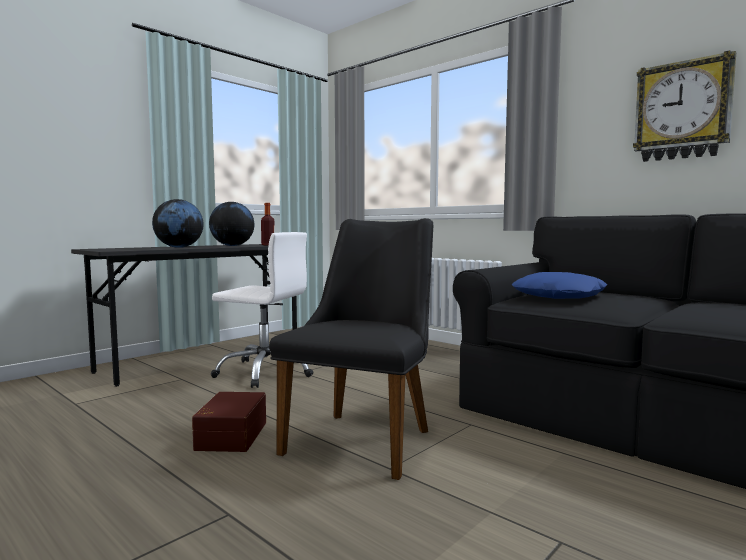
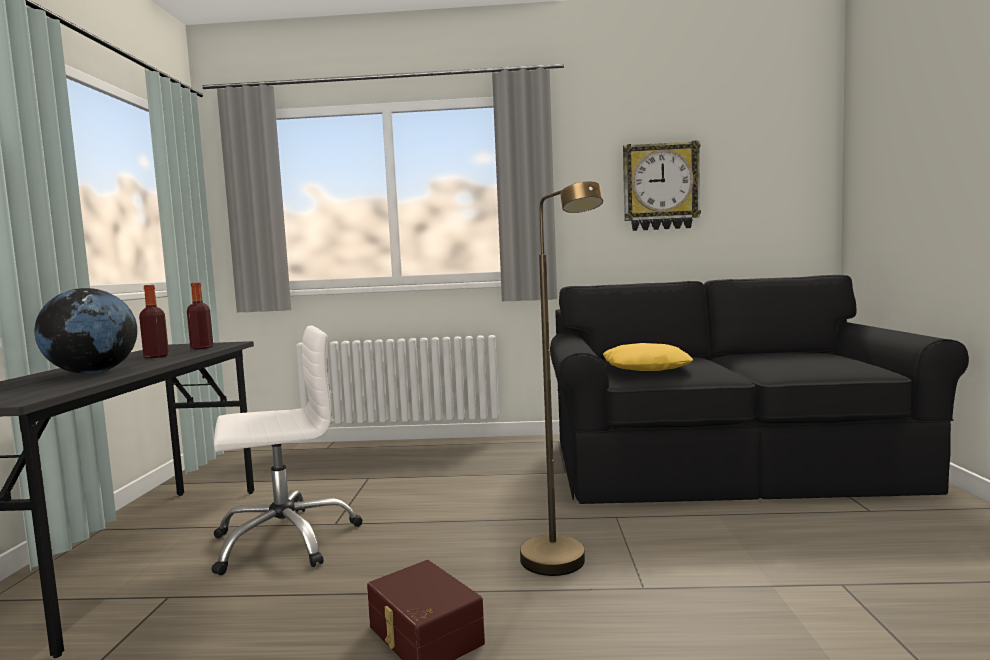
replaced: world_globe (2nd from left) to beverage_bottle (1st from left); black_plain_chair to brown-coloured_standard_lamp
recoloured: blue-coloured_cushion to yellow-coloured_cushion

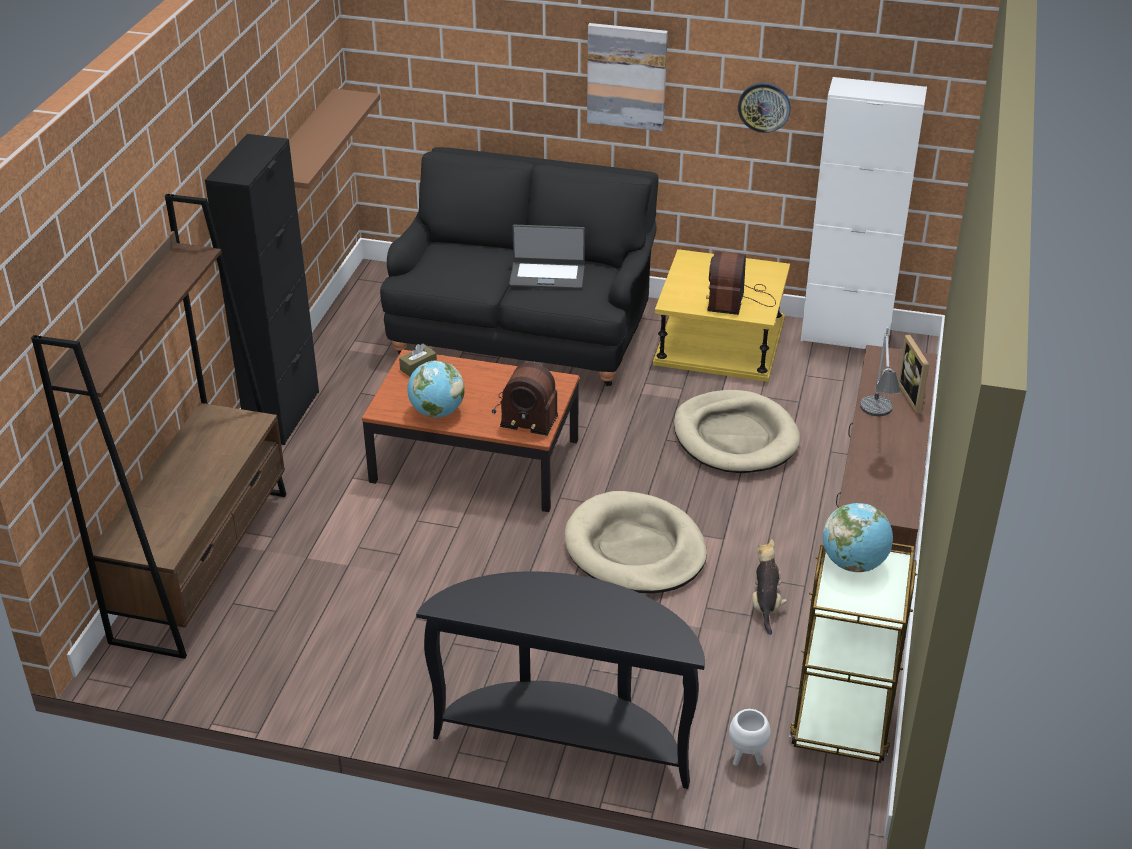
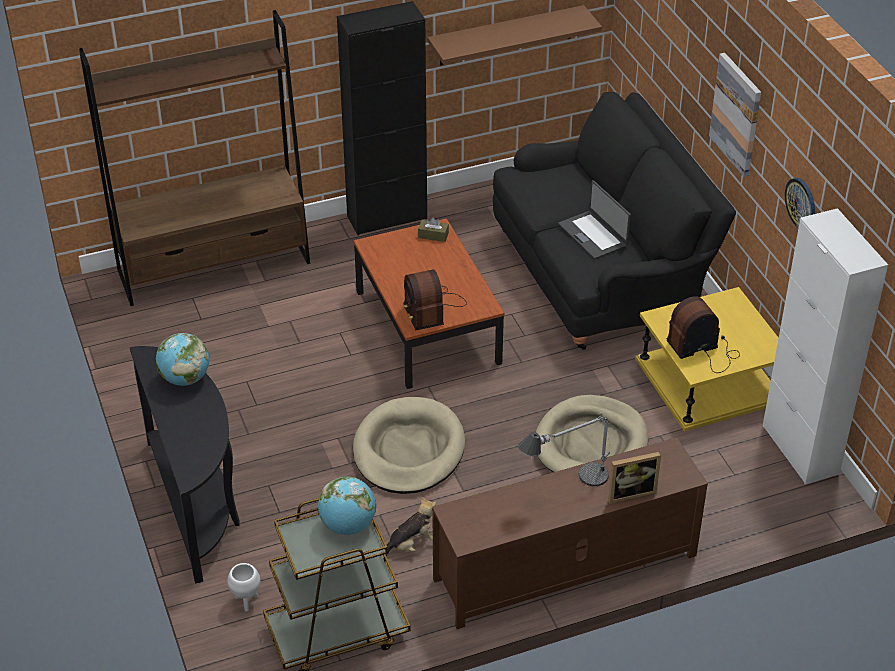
moved: world_globe (1st from left)
turned: picture_frame 150 degrees counterclockwise

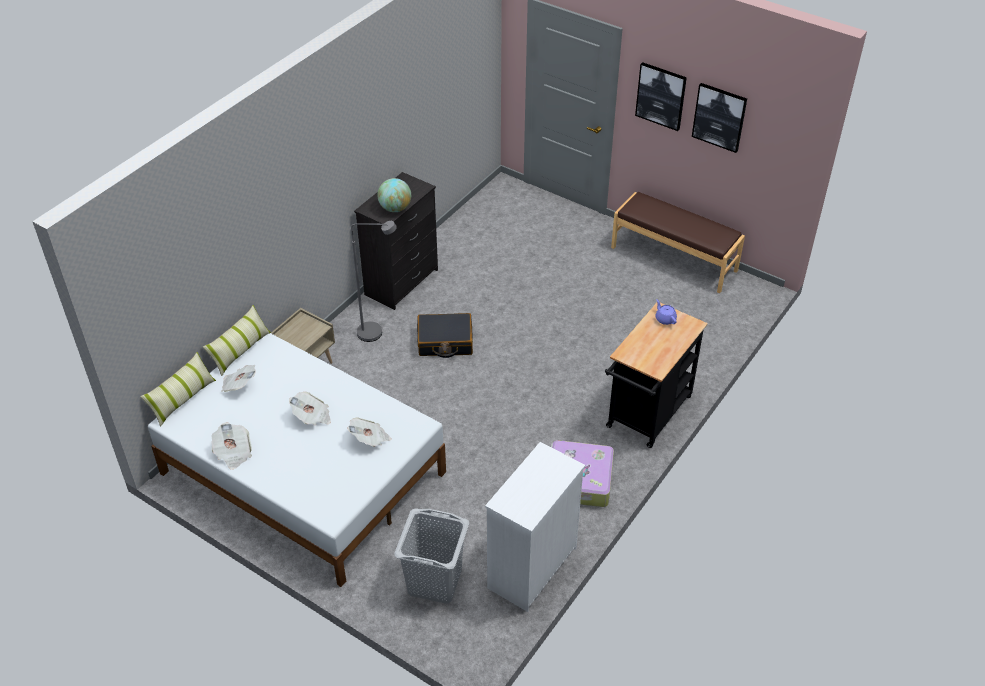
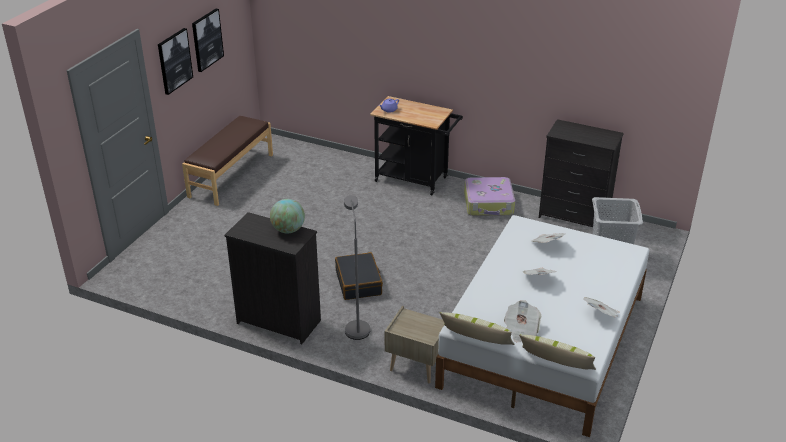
recoloured: whitish_chest_of_drawers to black_chest_of_drawers (2nd from left)

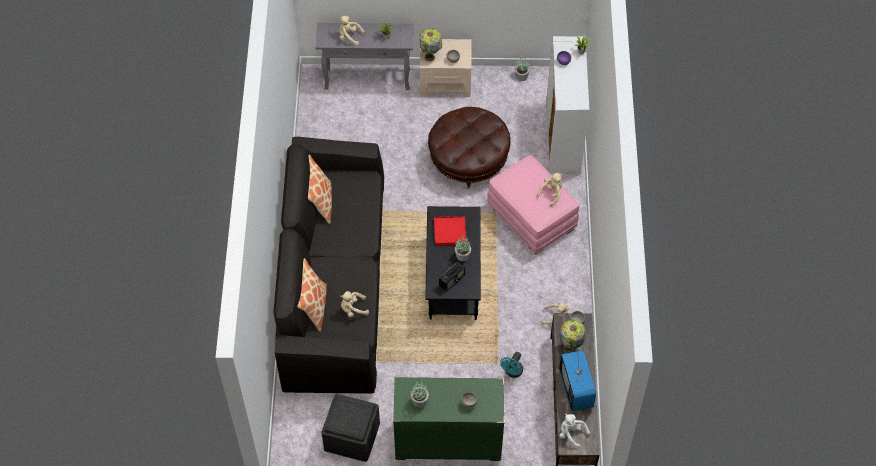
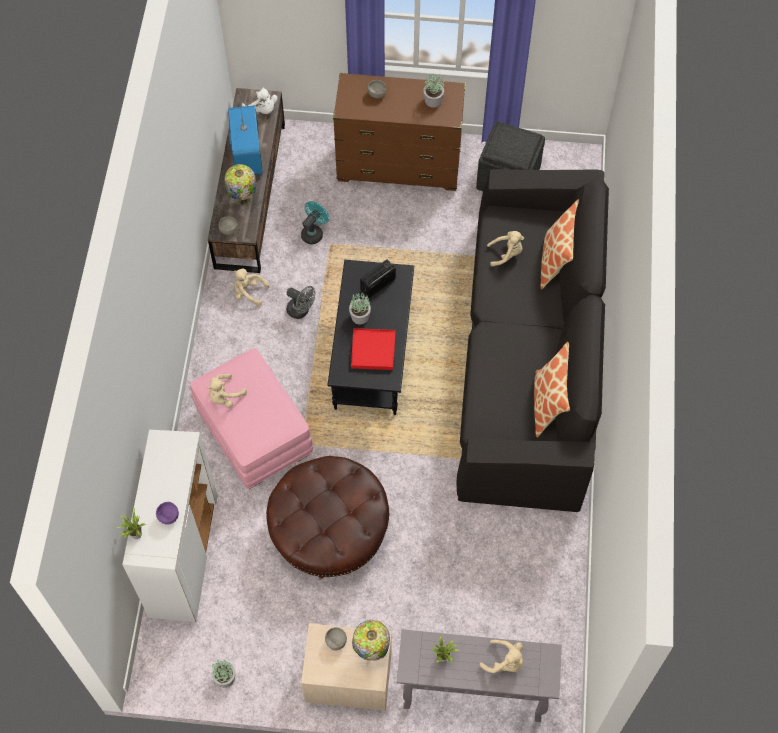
added: grey_electric_fan
recoloured: greenish_chest_of_drawers to brown-coloured_chest_of_drawers

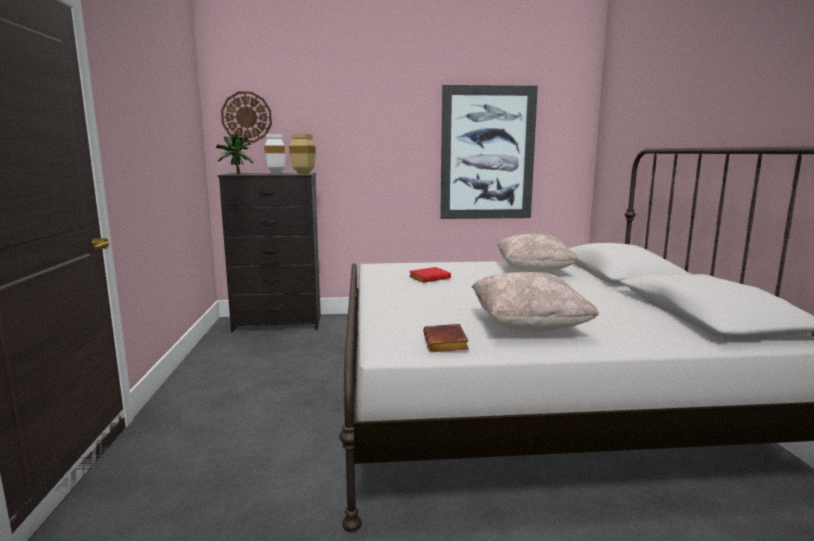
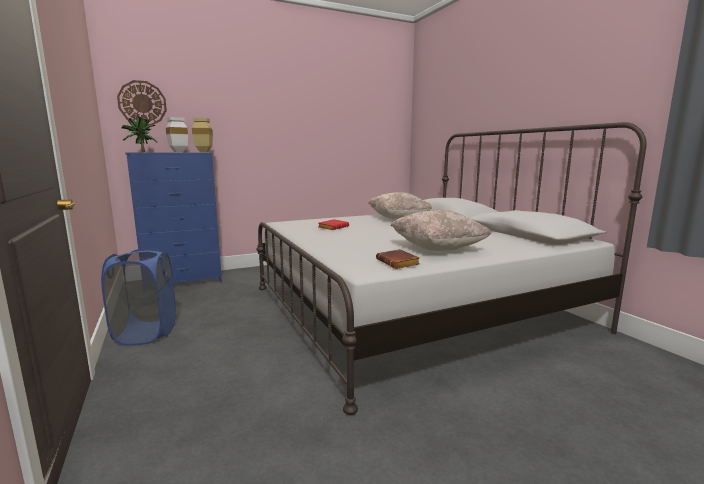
removed: wall_picture
added: blue-coloured_hamper
recoloured: black_chest_of_drawers to blue-coloured_chest_of_drawers

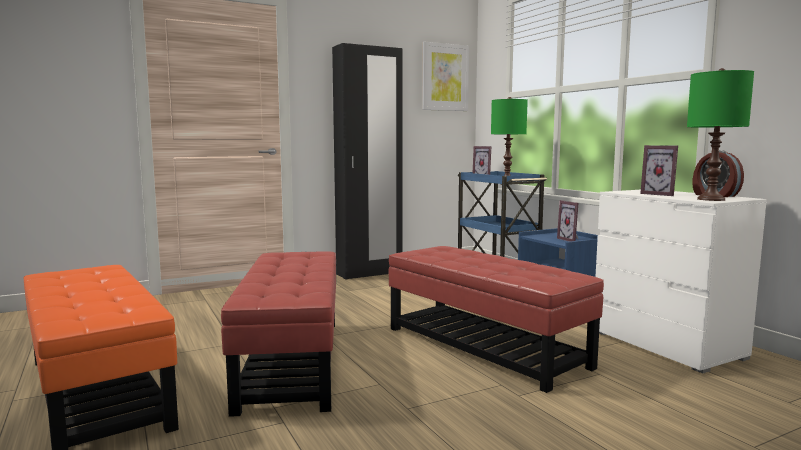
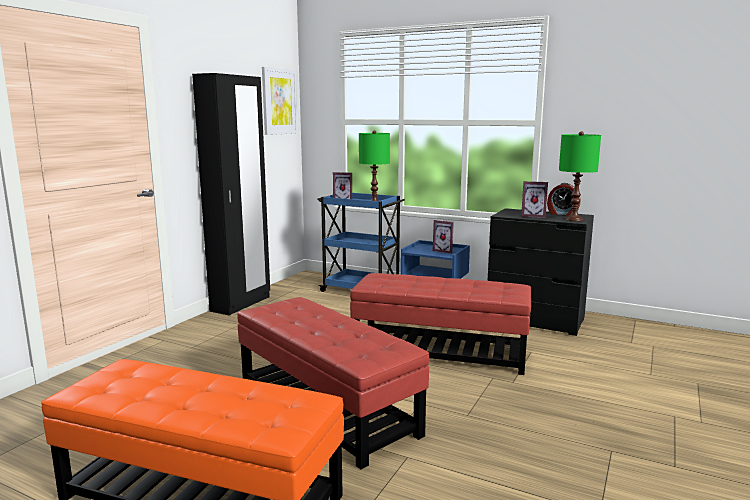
recoloured: whitish_chest_of_drawers to black_chest_of_drawers

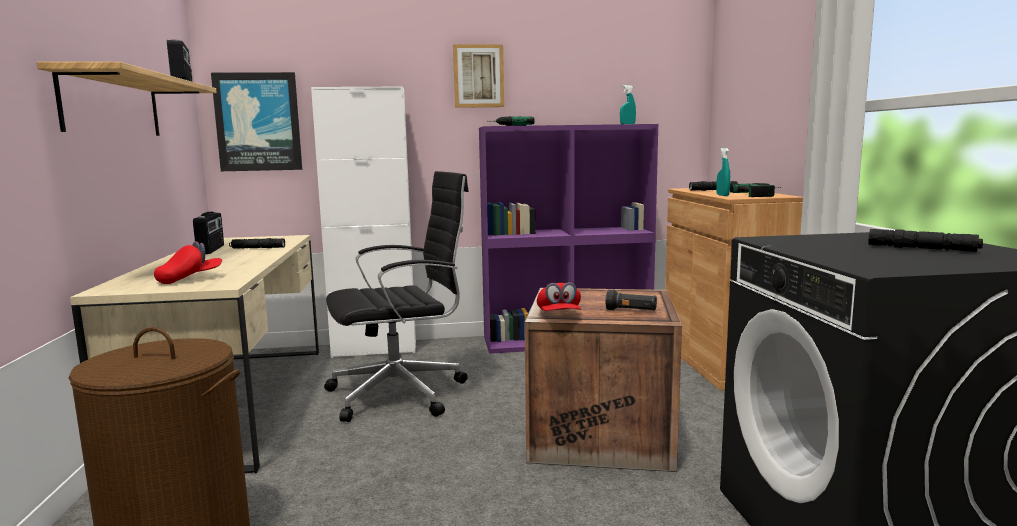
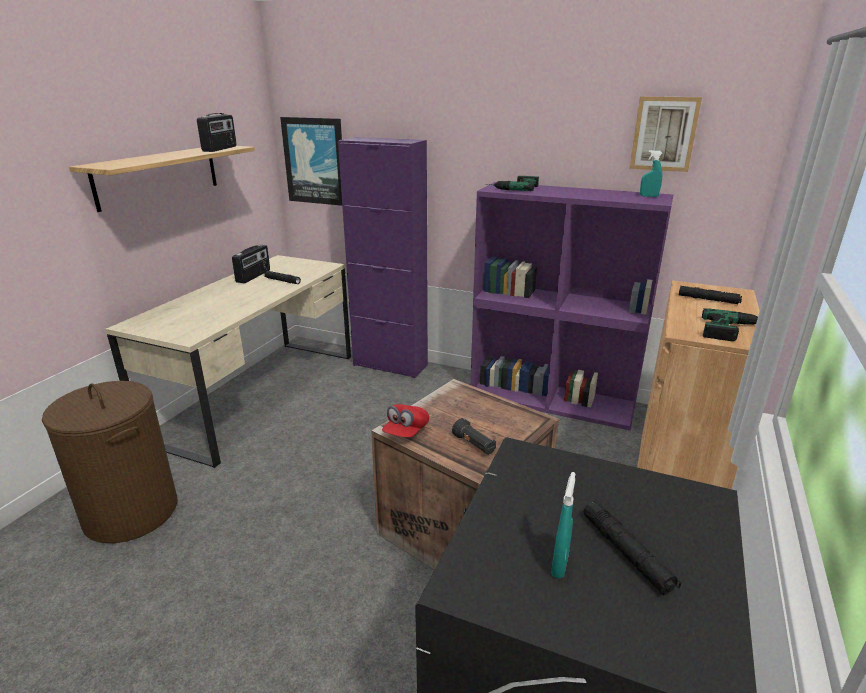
removed: red-coloured_baseball_cap (1st from left); black_computer_chair
moved: wall_picture (2nd from left); blue-green_sprayer (2nd from left in the first image) to blue-green_sprayer (1st from left)
recoloured: whitish_cupboard to purple-coloured_cupboard

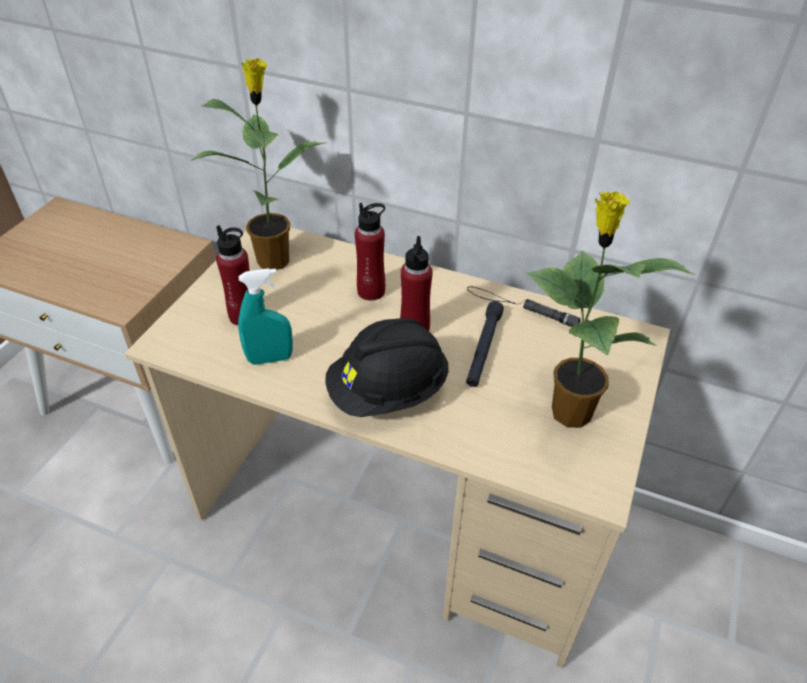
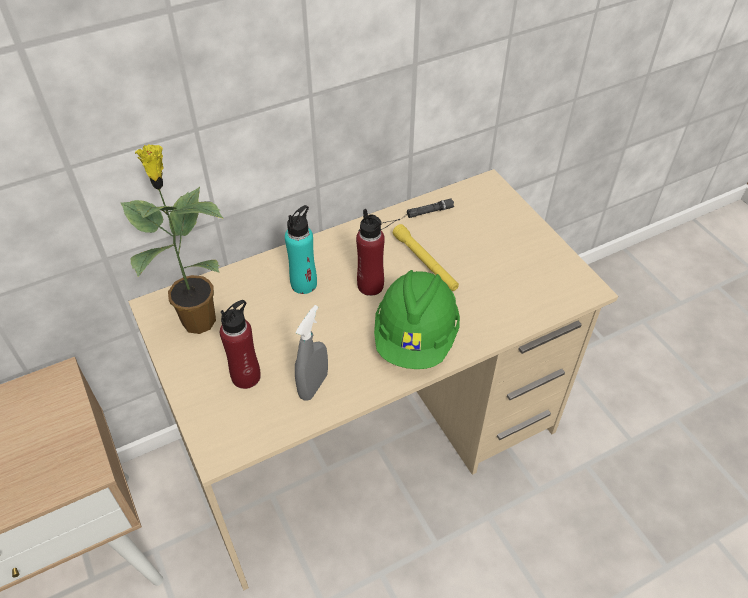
removed: potted_plant (2nd from left)
recoloured: blue-green_sprayer to grey_sprayer; black_hard_hat to greenish_hard_hat; red-coloured_beverage_bottle (2nd from left) to blue-green_beverage_bottle; black_hand_torch (1st from left) to yellow-coloured_hand_torch

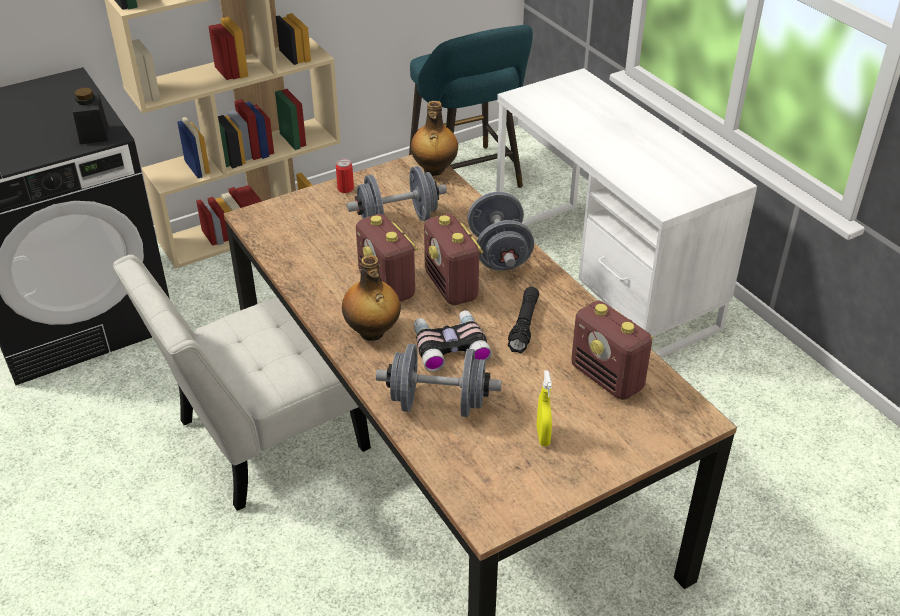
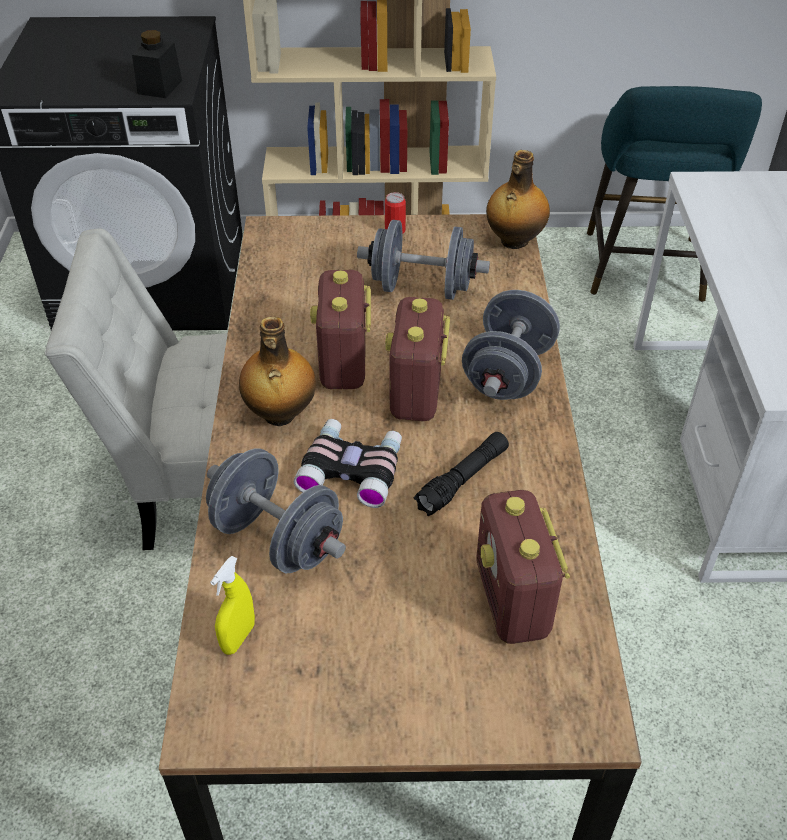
moved: yellow-coloured_sprayer

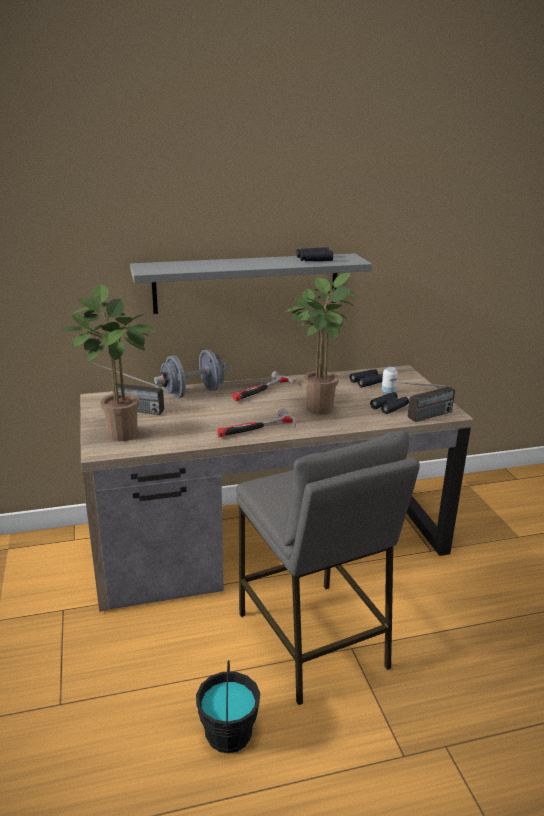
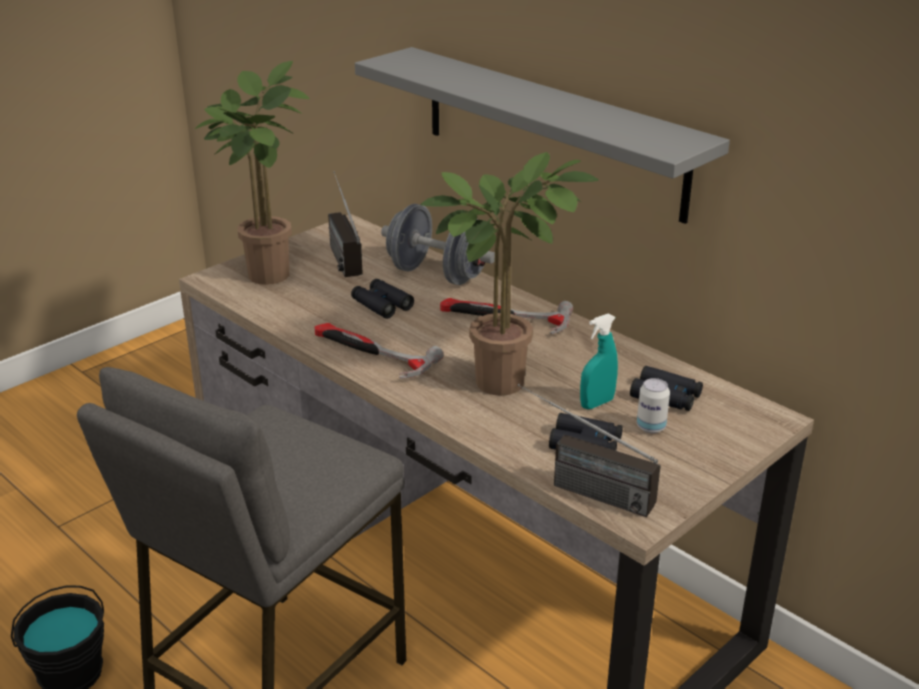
added: blue-green_sprayer
moved: black_binoculars (1st from left)

